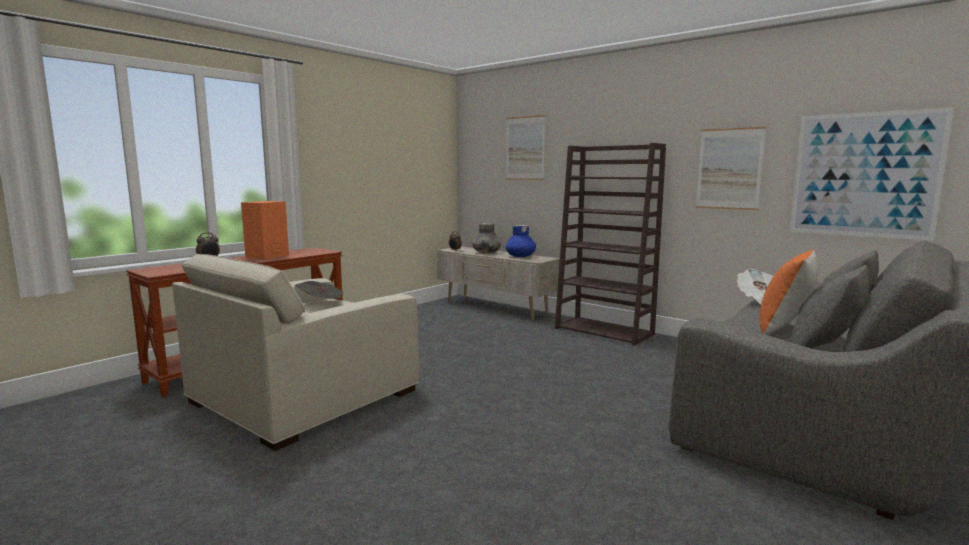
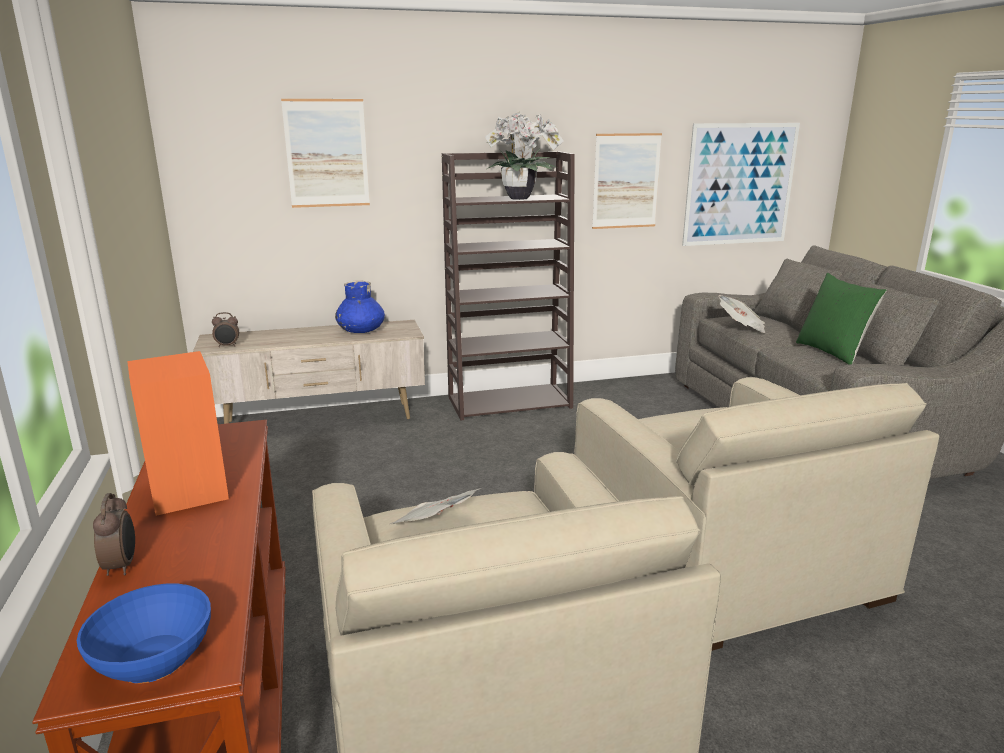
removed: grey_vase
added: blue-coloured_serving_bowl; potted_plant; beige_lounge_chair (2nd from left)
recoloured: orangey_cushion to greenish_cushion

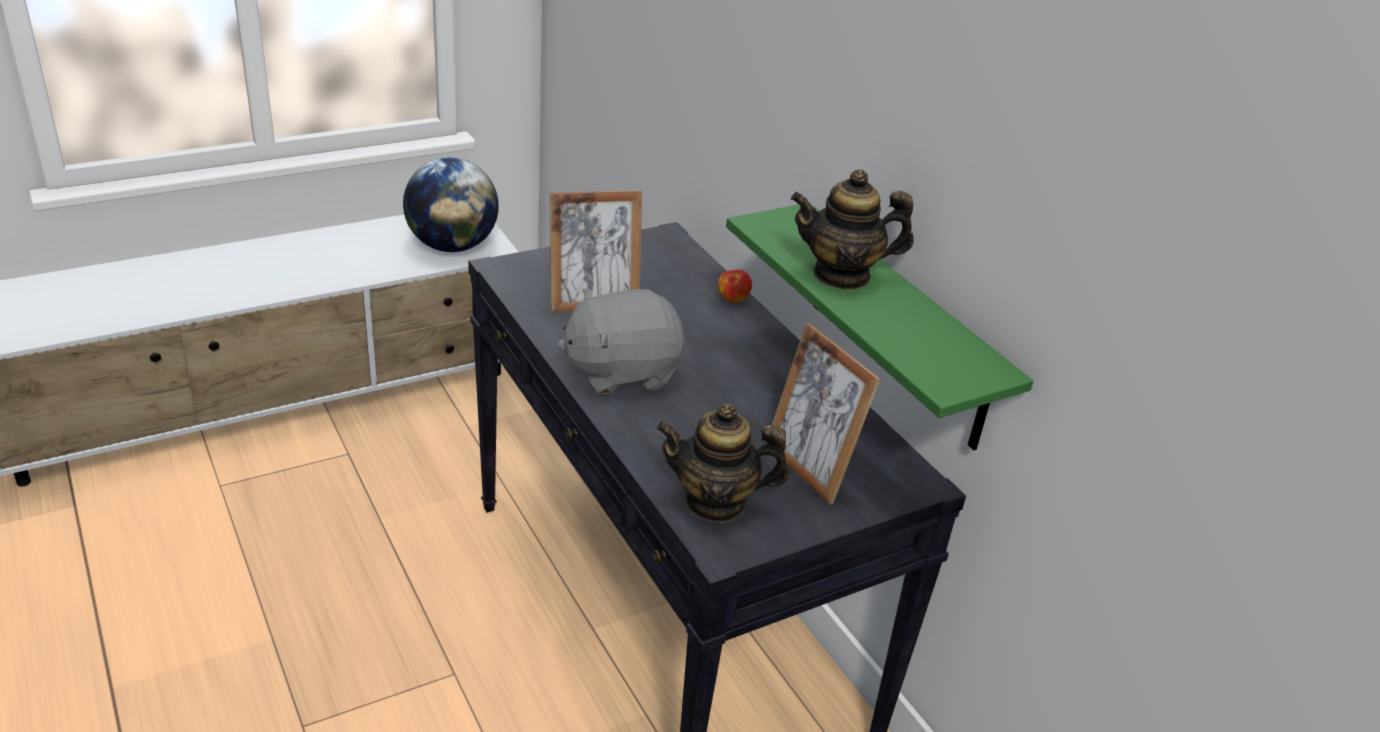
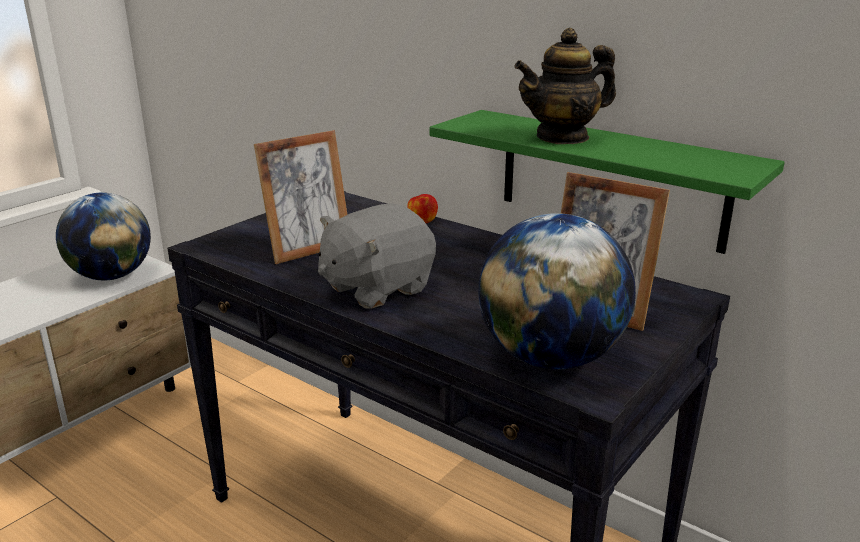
replaced: teapot (1st from left) to world_globe (2nd from left)

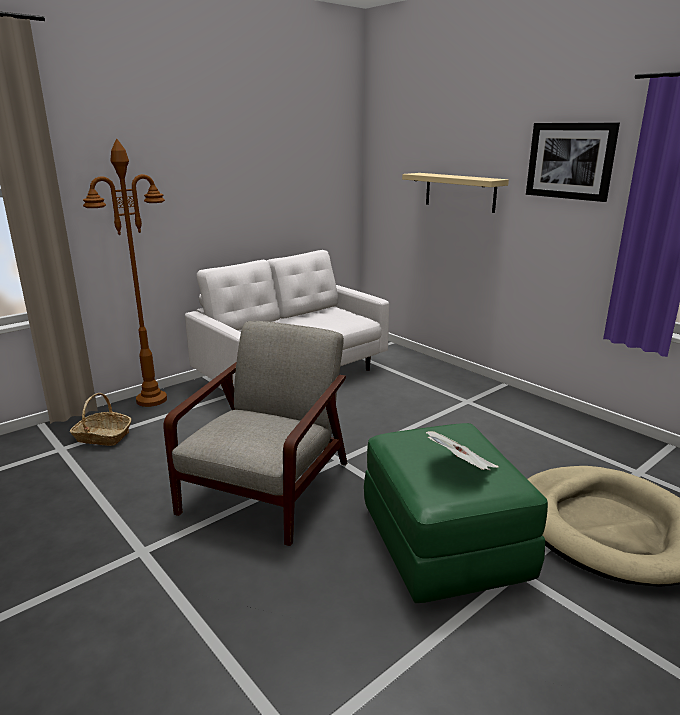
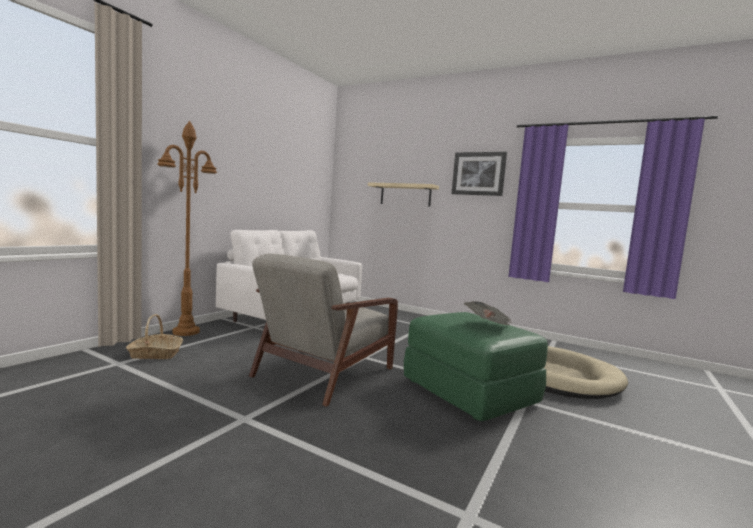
turned: grey_lounge_chair 150 degrees counterclockwise

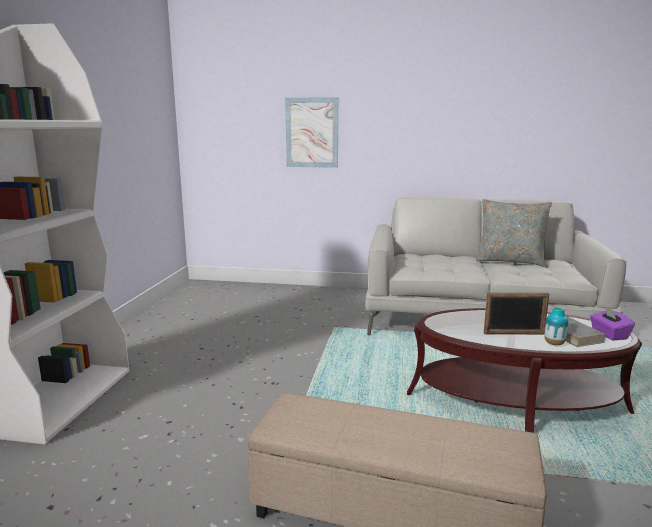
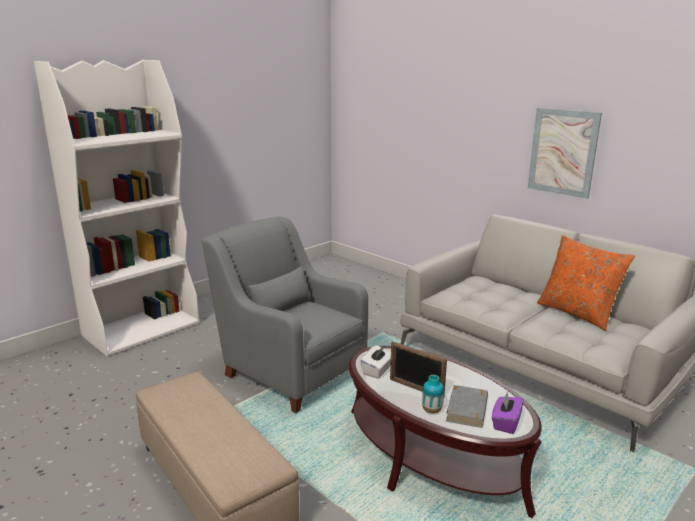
added: grey_lounge_chair; whitish_tissue_box
moved: wall_picture
recoloured: grey_cushion to orangey_cushion

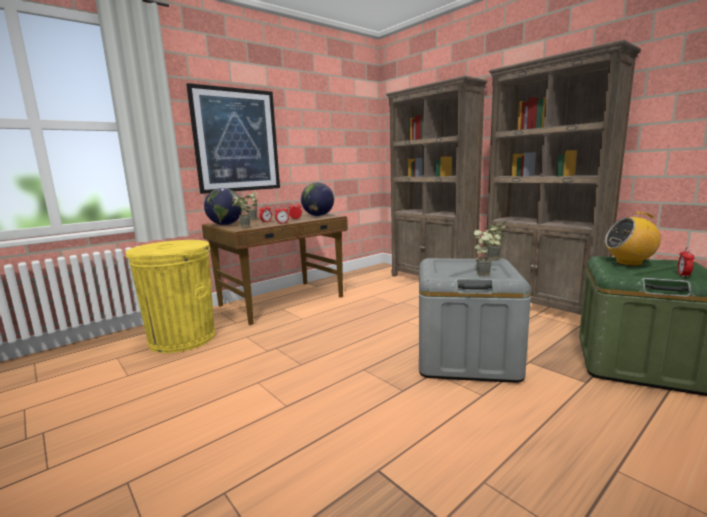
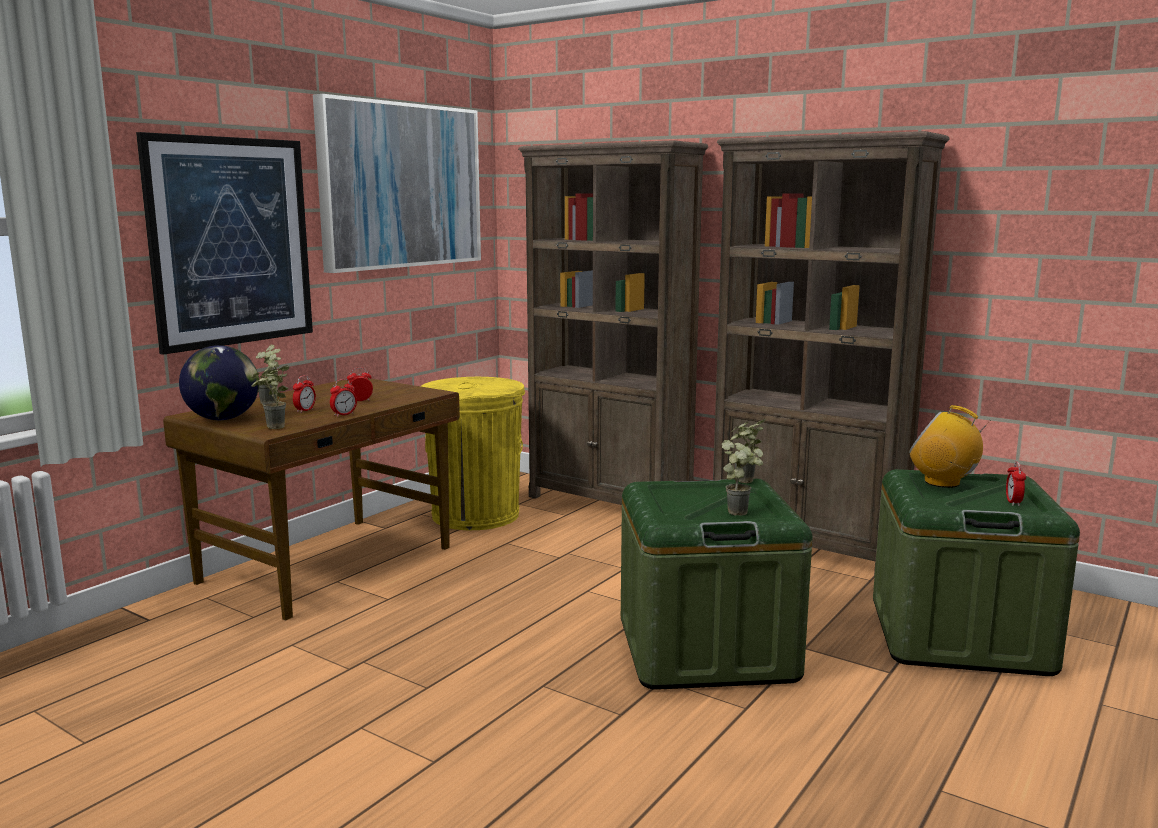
removed: world_globe (2nd from left)
added: wall_picture (2nd from left)
moved: yellow-coloured_waste_bin
recoloured: grey_storage_bin to greenish_storage_bin (1st from left)
turned: radio 45 degrees clockwise

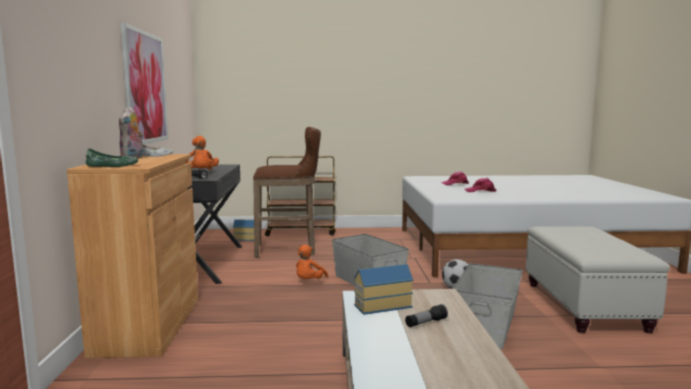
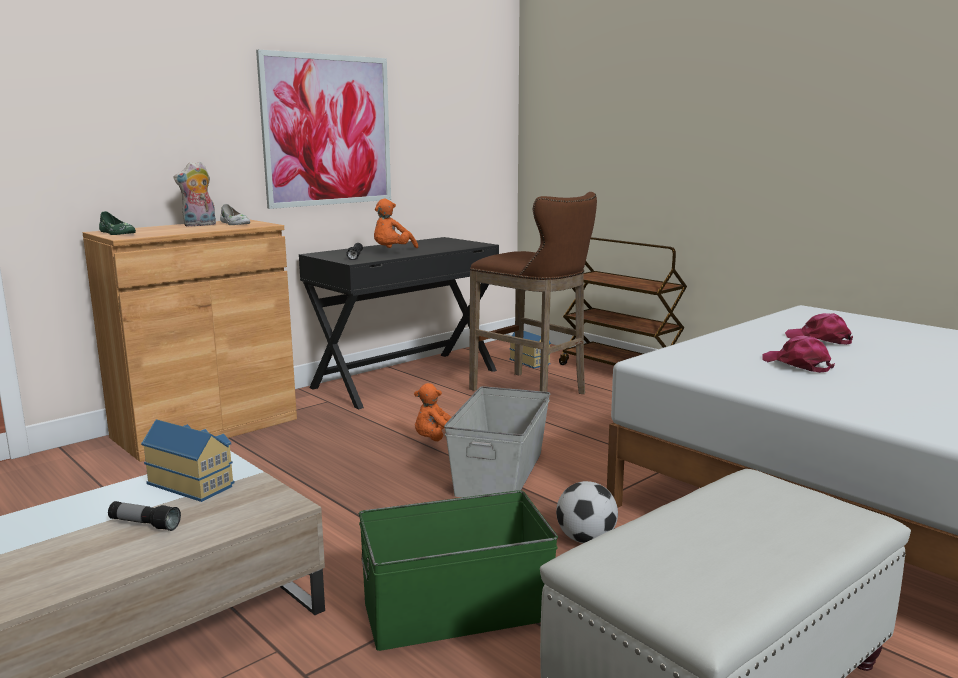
recoloured: grey_storage_bin (2nd from left) to greenish_storage_bin

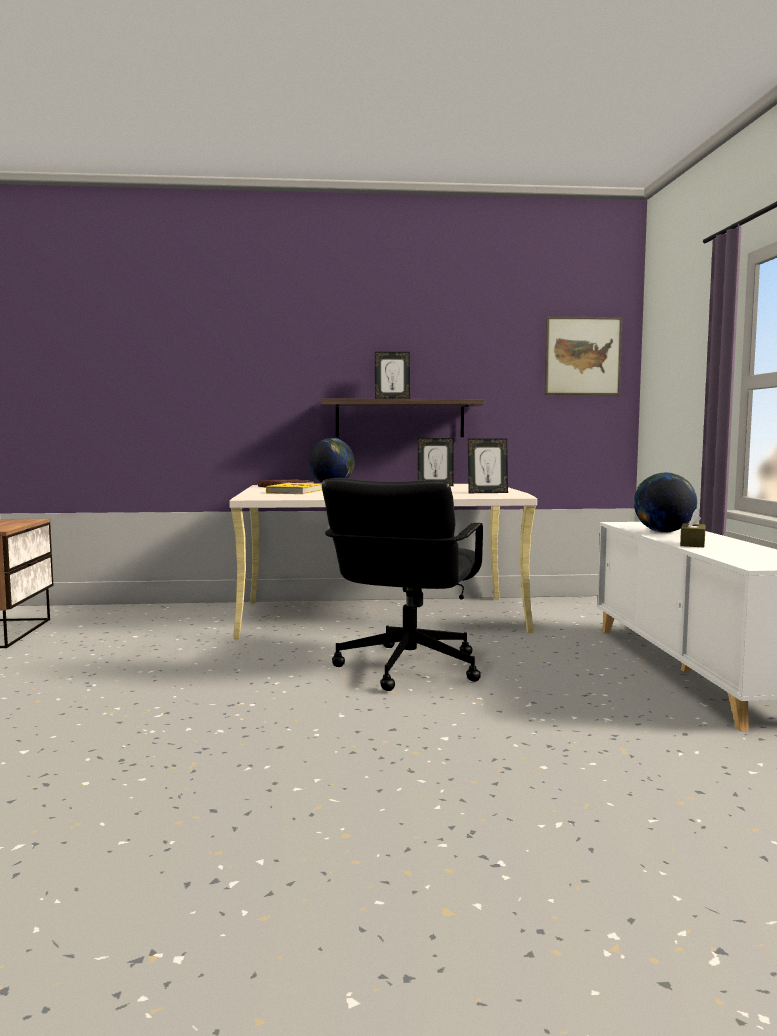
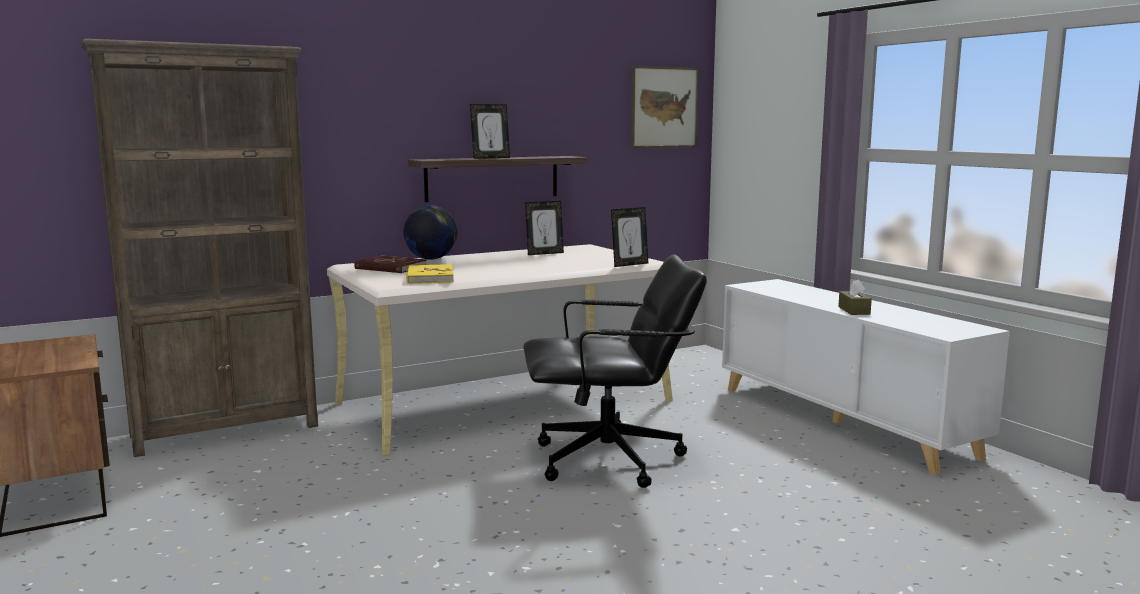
removed: world_globe (2nd from left)
added: brown-coloured_bookshelf
turned: black_computer_chair 90 degrees counterclockwise

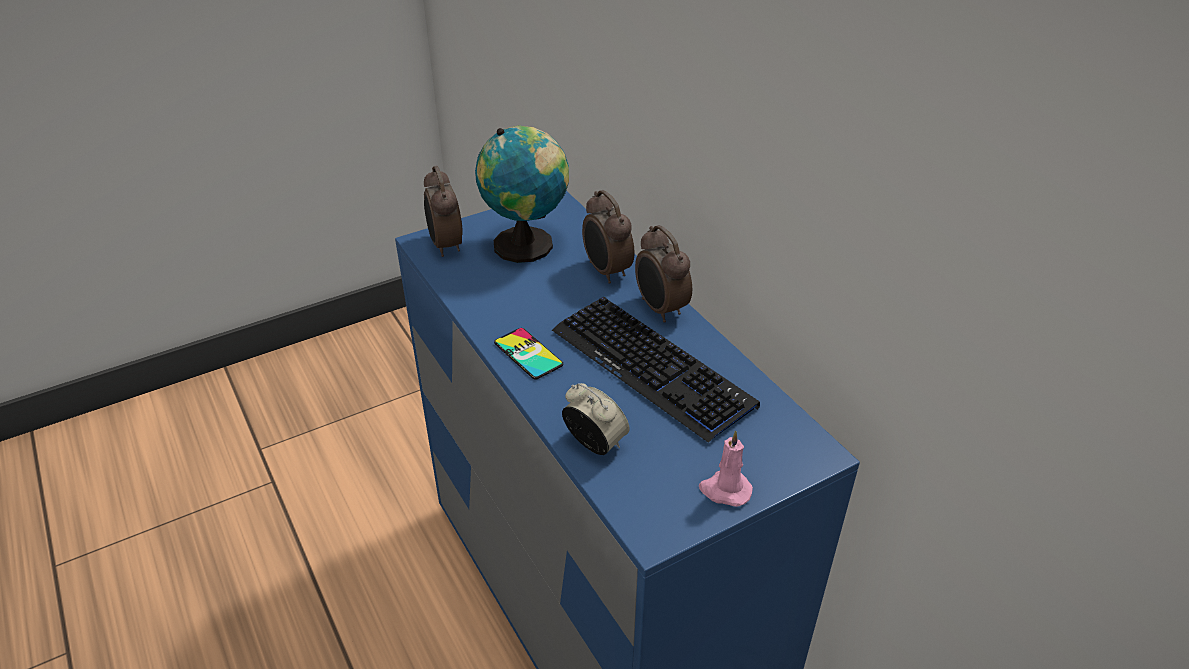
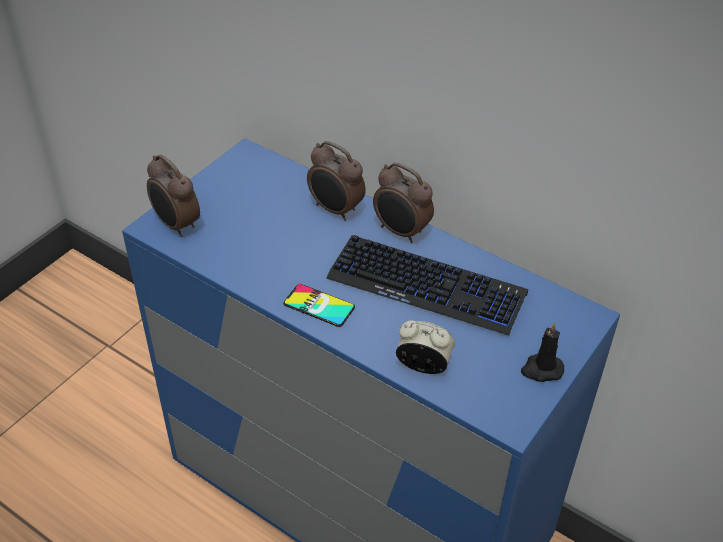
removed: world_globe
recoloured: pink-coloured_wax_candle to black_wax_candle

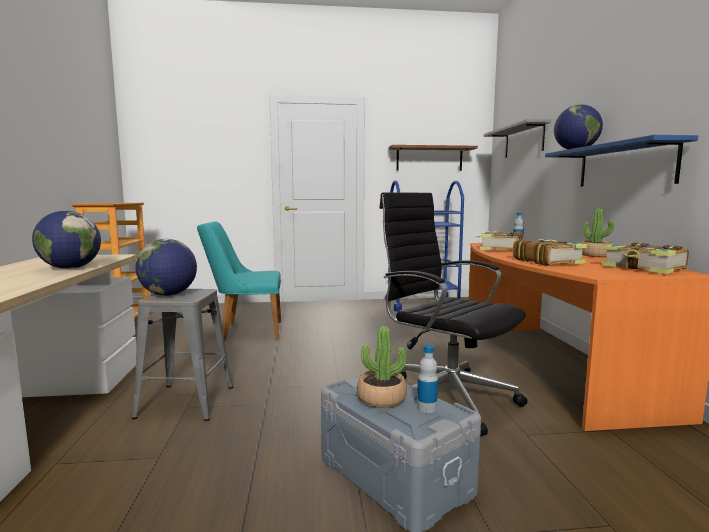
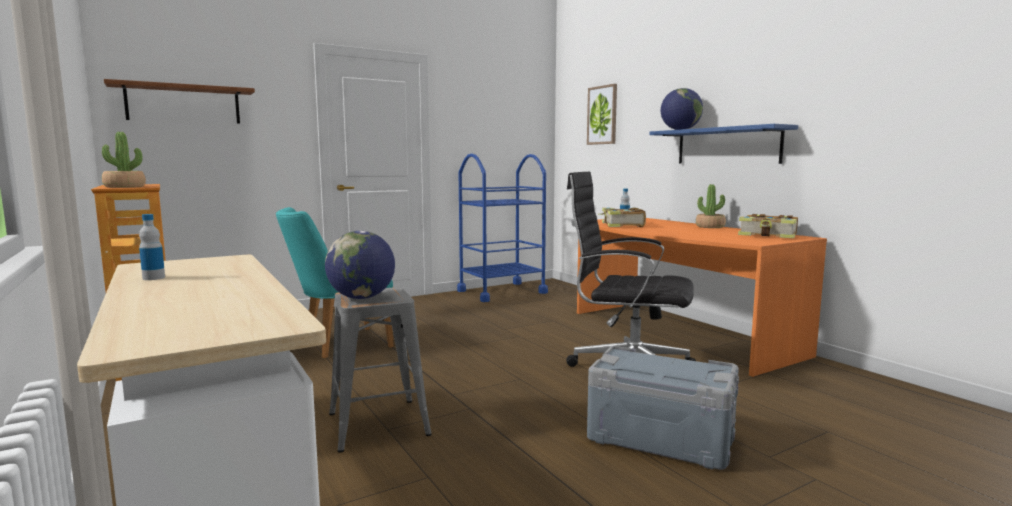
removed: world_globe (1st from left); book (2nd from left)
moved: potted_plant (1st from left); brown-coloured_wall_shelf; beverage_bottle (1st from left)
replaced: grey_wall_shelf to wall_picture

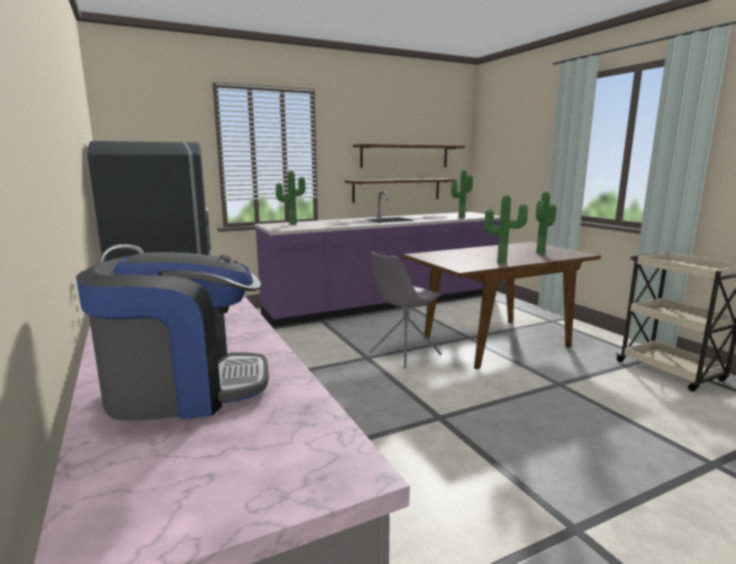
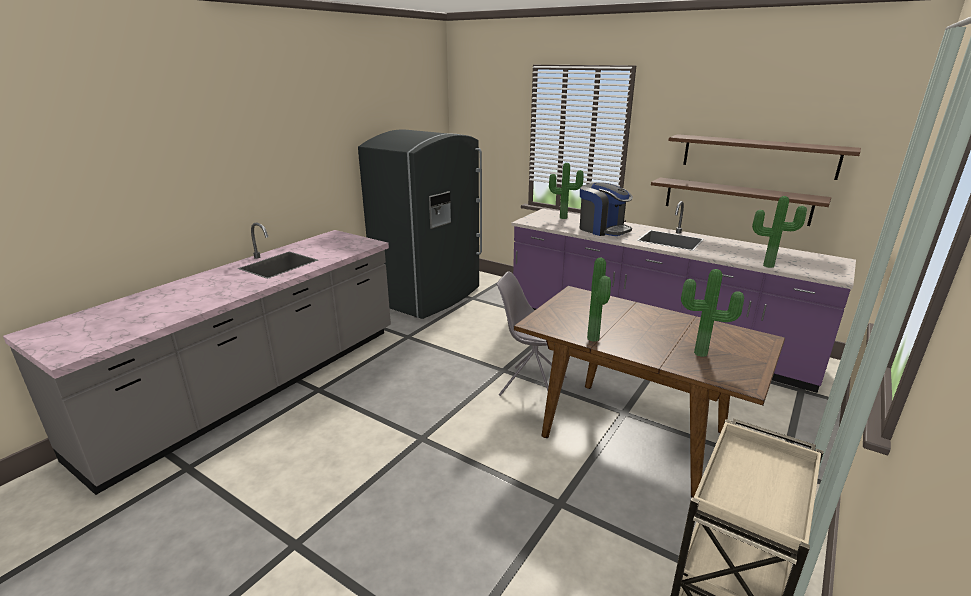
moved: coffee_machine

